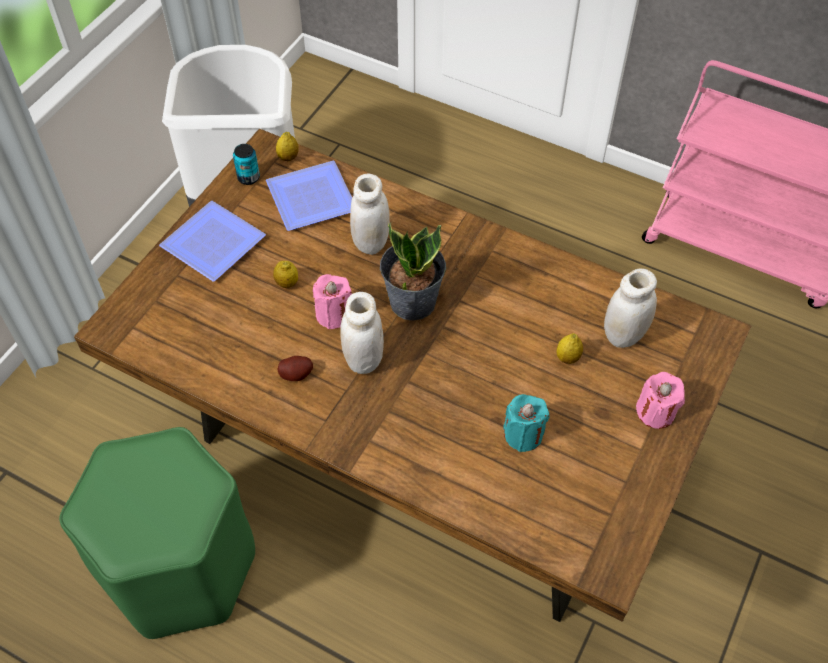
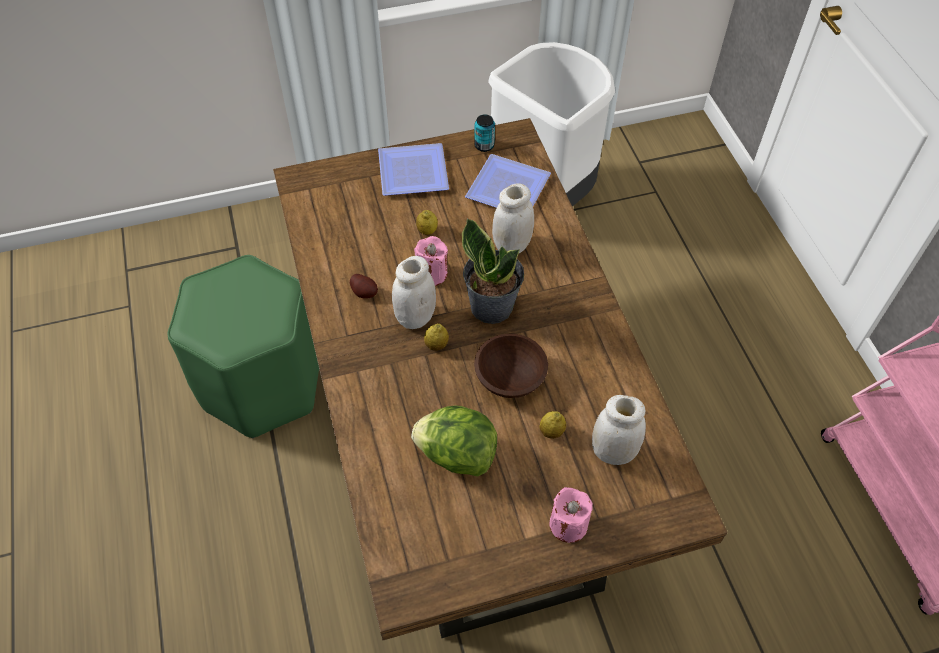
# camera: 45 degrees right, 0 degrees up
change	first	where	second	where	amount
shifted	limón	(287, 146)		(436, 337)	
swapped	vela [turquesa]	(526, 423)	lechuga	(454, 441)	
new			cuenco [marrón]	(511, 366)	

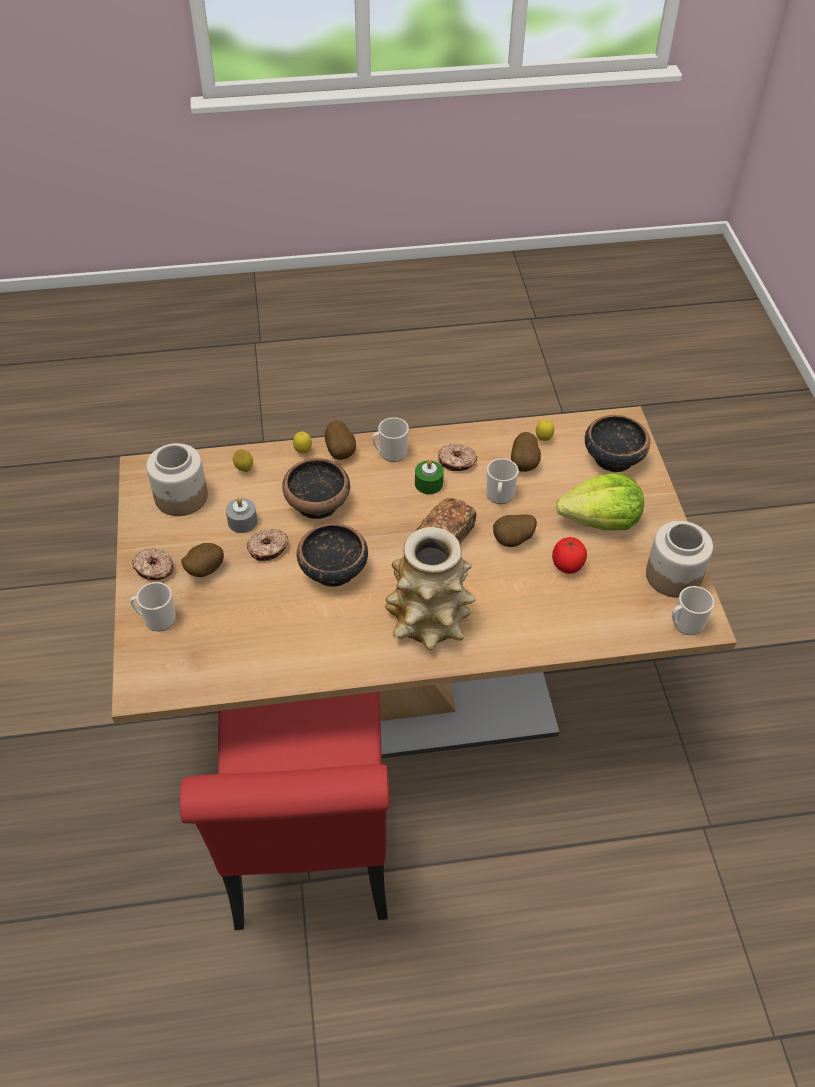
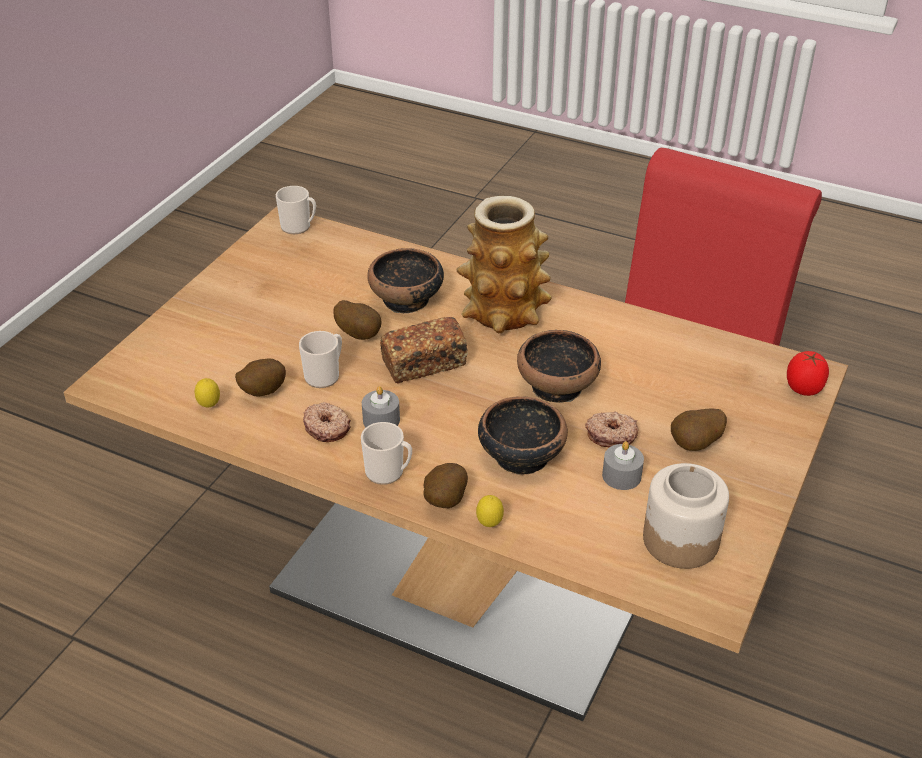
# camera: 145 degrees left, 10 degrees down
change	first	where	second	where	amount
gone	taza grande	(153, 606)			
gone	rosquilla	(153, 564)			
gone	limón	(243, 460)			
repainted	vela [verde]	(429, 476)	vela [gris]	(381, 406)	
shifted	tomate	(569, 555)		(808, 373)	
gone	lechuga	(600, 501)			
shifted	cuenco	(617, 443)		(405, 280)	
gone	tarro	(679, 559)			

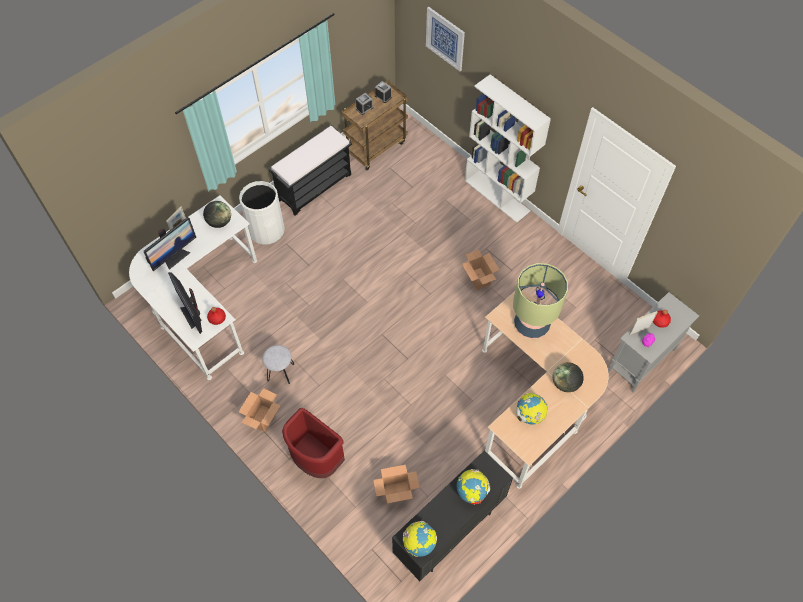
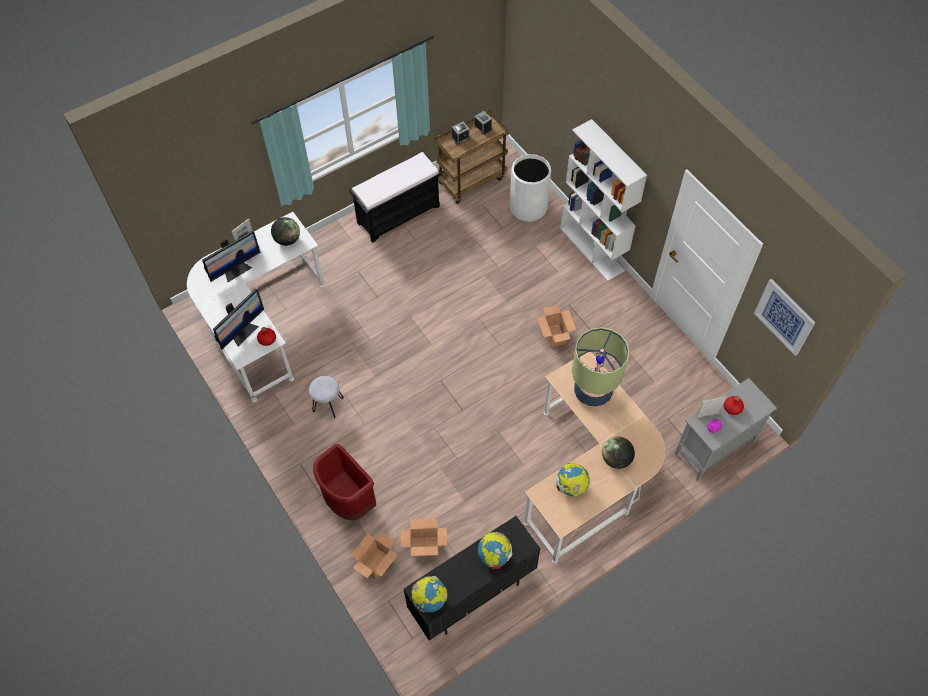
# camera: 10 degrees right, 0 degrees up
change	first	where	second	where	amount
rotated	monitor	(185, 303)		(238, 319)	120 degrees counterclockwise
shifted	papelera [blanco]	(262, 213)		(530, 188)	
shifted	caja de cartón	(260, 410)		(374, 555)	
shifted	cuadro	(445, 39)		(785, 317)	

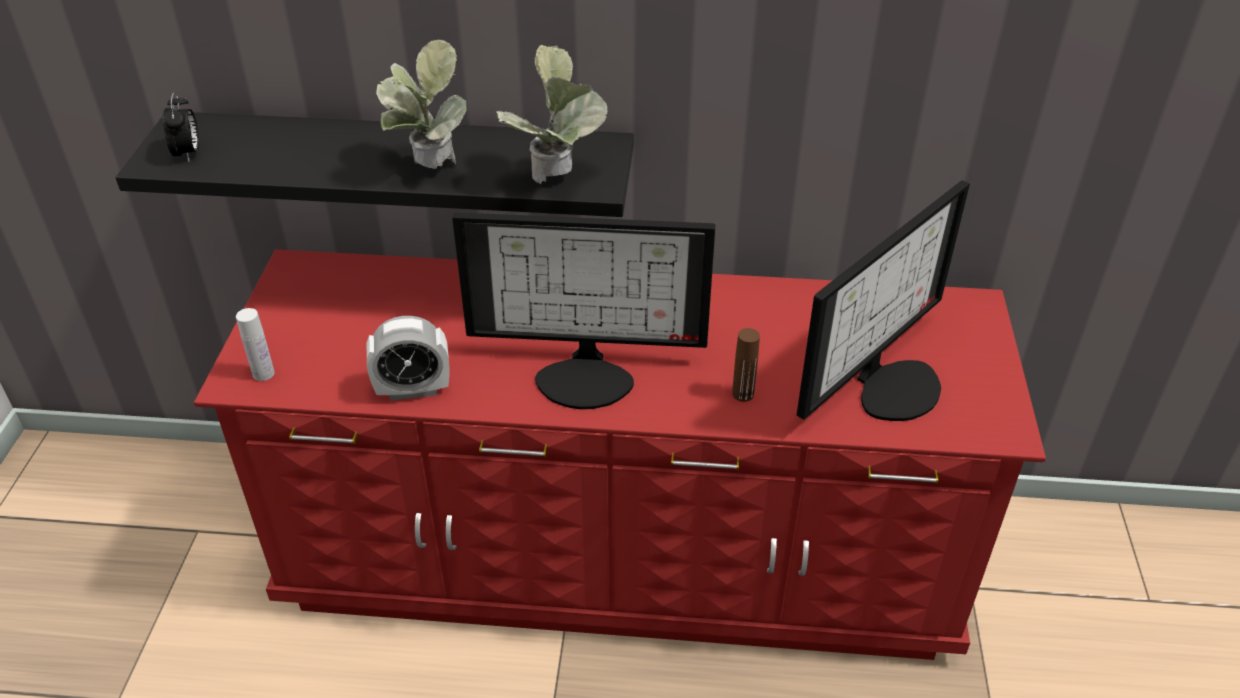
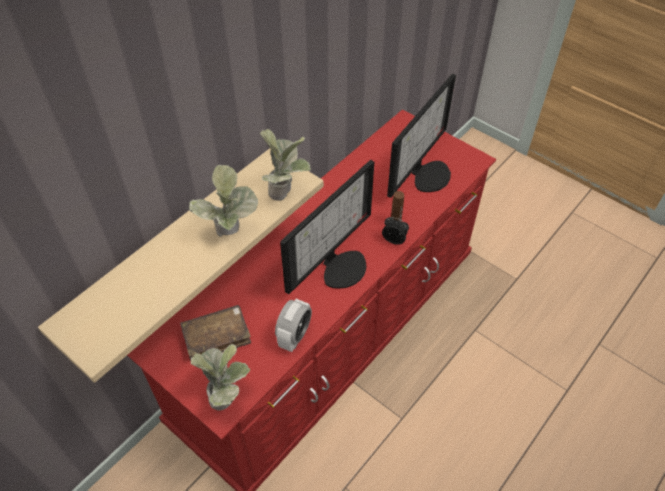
# camera: 55 degrees left, 10 degrees up
change	first	where	second	where	amount
repainted	estante [negro]	(374, 164)	estante [beis]	(181, 265)	
shifted	despertador	(181, 127)		(395, 231)	
swapped	botella [blanco]	(255, 344)	planta en maceta	(220, 377)	
rotated	monitor	(883, 300)		(421, 136)	45 degrees clockwise
new			libro [marrón]	(215, 332)	

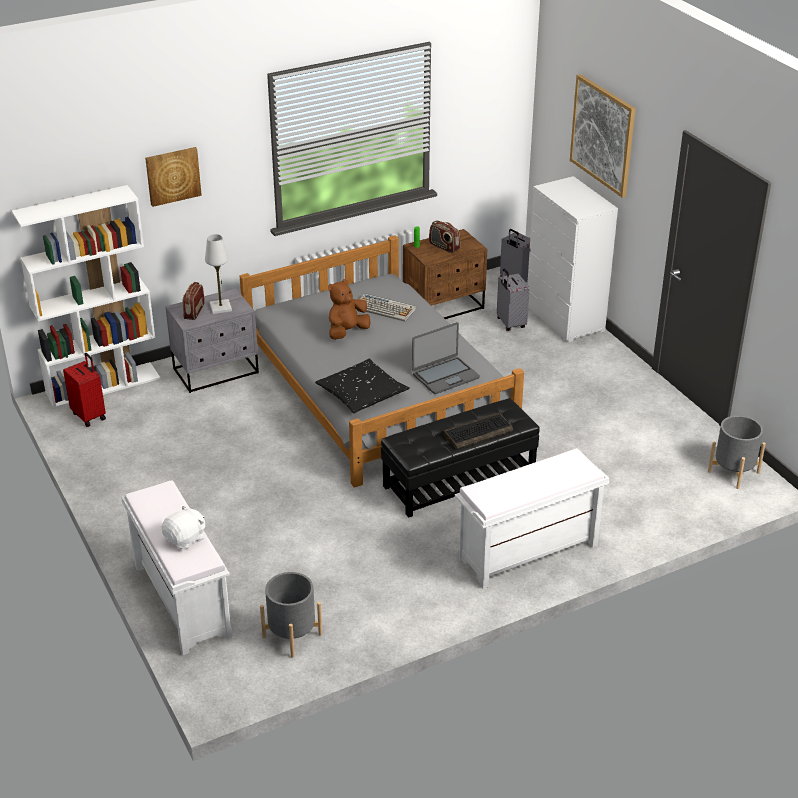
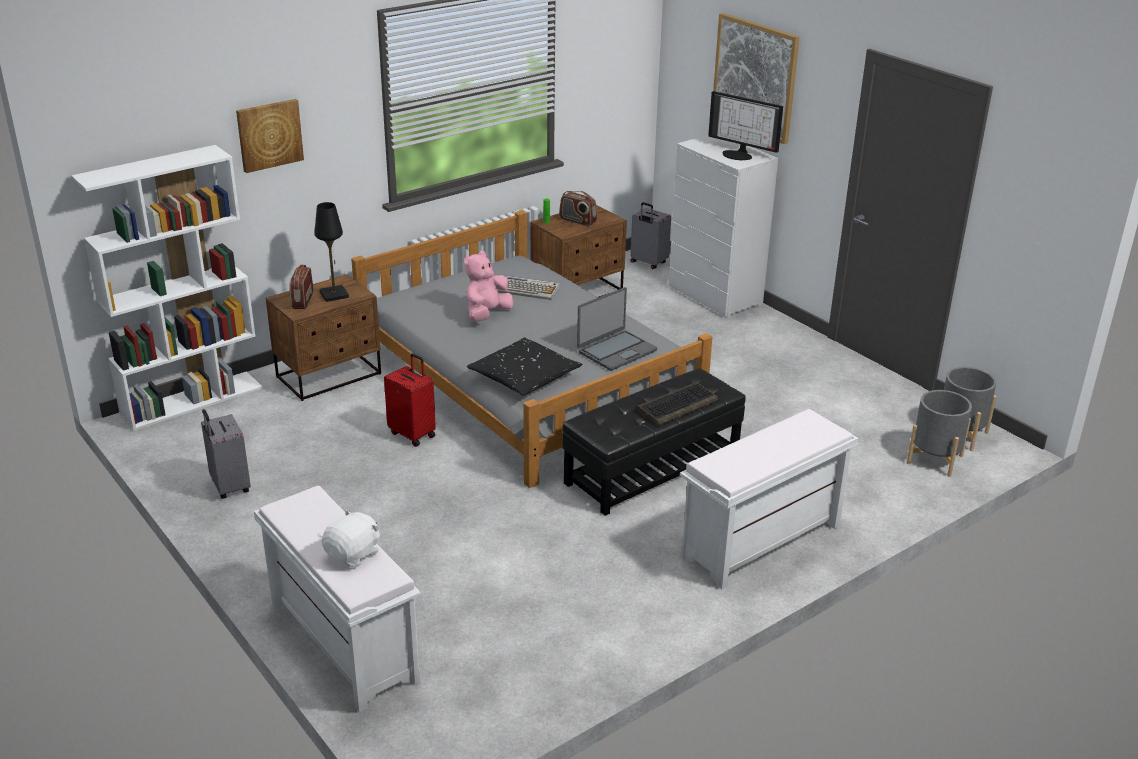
# camera: 10 degrees left, 5 degrees down
change	first	where	second	where	amount
shifted	maleta [rojo]	(84, 390)		(410, 400)	
repainted	mesita de noche [gris]	(212, 340)	mesita de noche [marrón]	(323, 337)	
repainted	lámpara de mesa [blanco]	(218, 274)	lámpara de mesa [negro]	(331, 252)	
shifted	maceta [gris]	(291, 615)		(939, 433)	
repainted	peluche [marrón]	(349, 309)	peluche [rosa]	(489, 286)	
shifted	maleta [gris]	(513, 299)		(226, 454)	
new			monitor	(745, 125)	

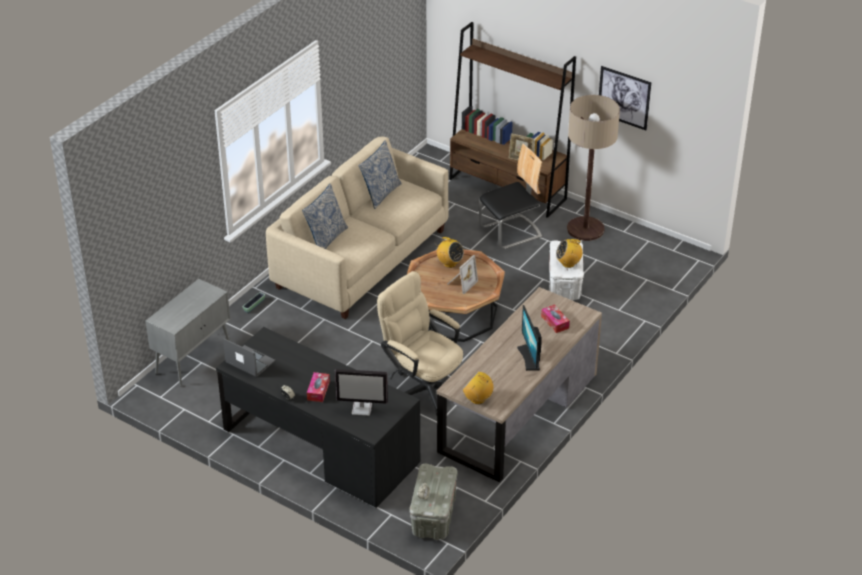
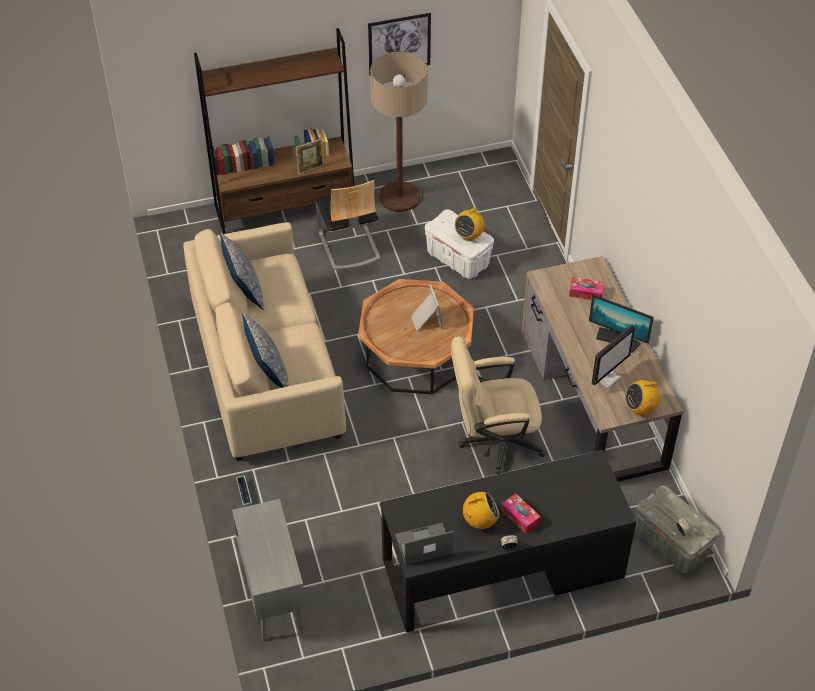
# camera: 50 degrees left, 10 degrees up
change	first	where	second	where	amount
shifted	monitor	(361, 392)		(613, 356)	
shifted	radio	(449, 252)		(481, 510)	
rotated	silla	(510, 196)		(348, 225)	150 degrees clockwise

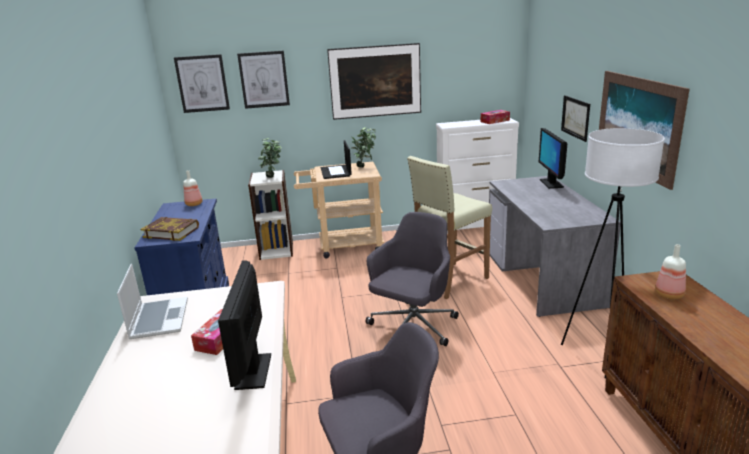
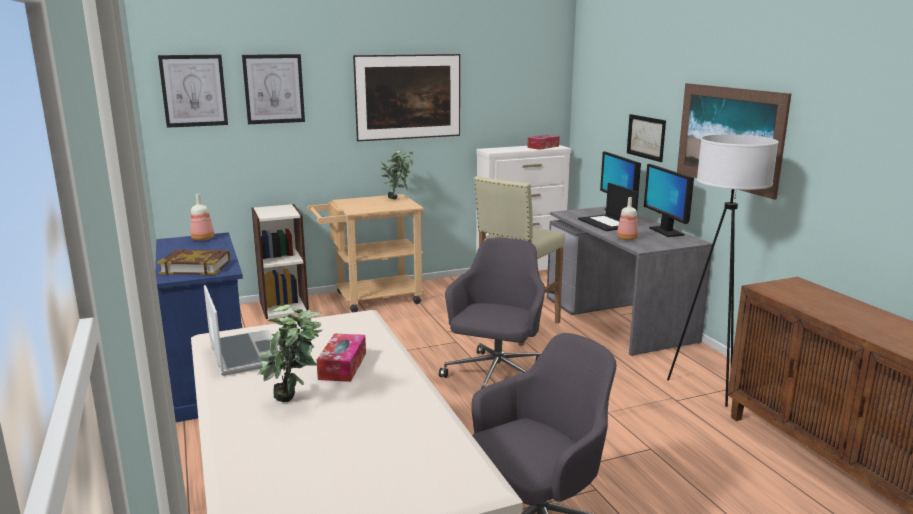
# camera: 15 degrees left, 5 degrees down
change	first	where	second	where	amount
shifted	monitor	(244, 325)		(669, 200)	
shifted	planta en maceta	(270, 158)		(290, 353)	
shifted	portátil	(336, 159)		(608, 207)	
shifted	botella	(670, 271)		(627, 218)	

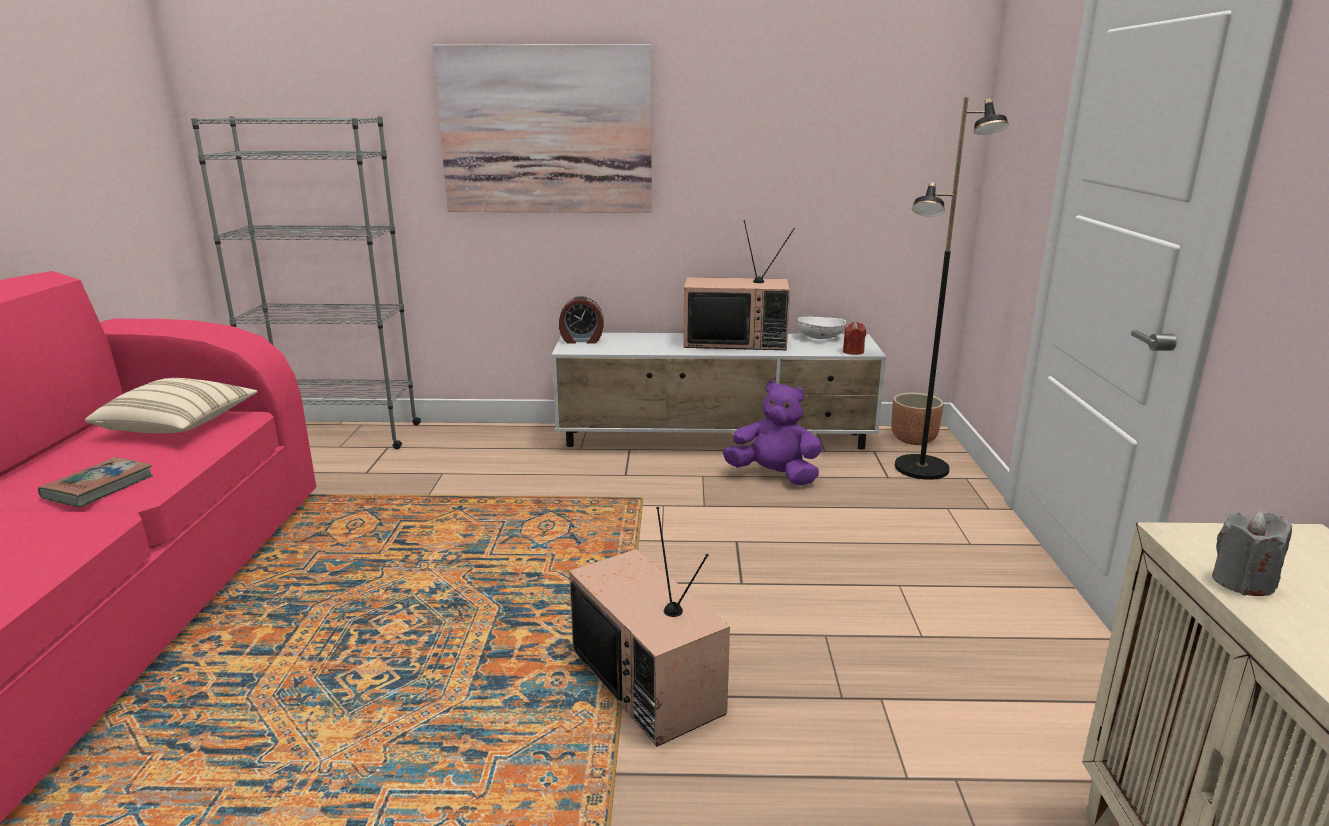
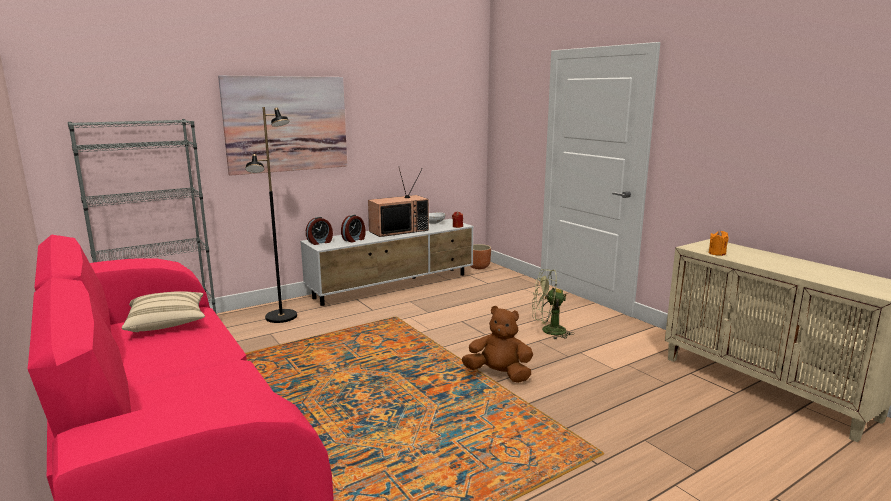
# camera: 35 degrees left, 5 degrees down
change	first	where	second	where	amount
gone	libro	(96, 482)			
swapped	televisor	(649, 627)	peluche [marrón]	(497, 344)	
gone	peluche [morado]	(772, 433)			
shifted	lámpara de pie [negro]	(952, 288)		(271, 215)	
repainted	vela [gris]	(1252, 553)	vela [naranja]	(719, 243)	
new			despertador	(353, 228)	
new			ventilador [verde]	(553, 304)	

